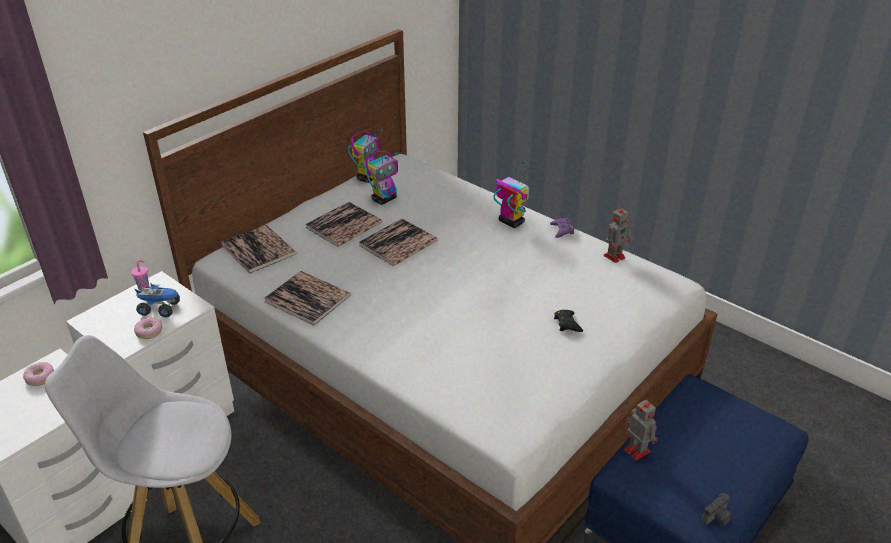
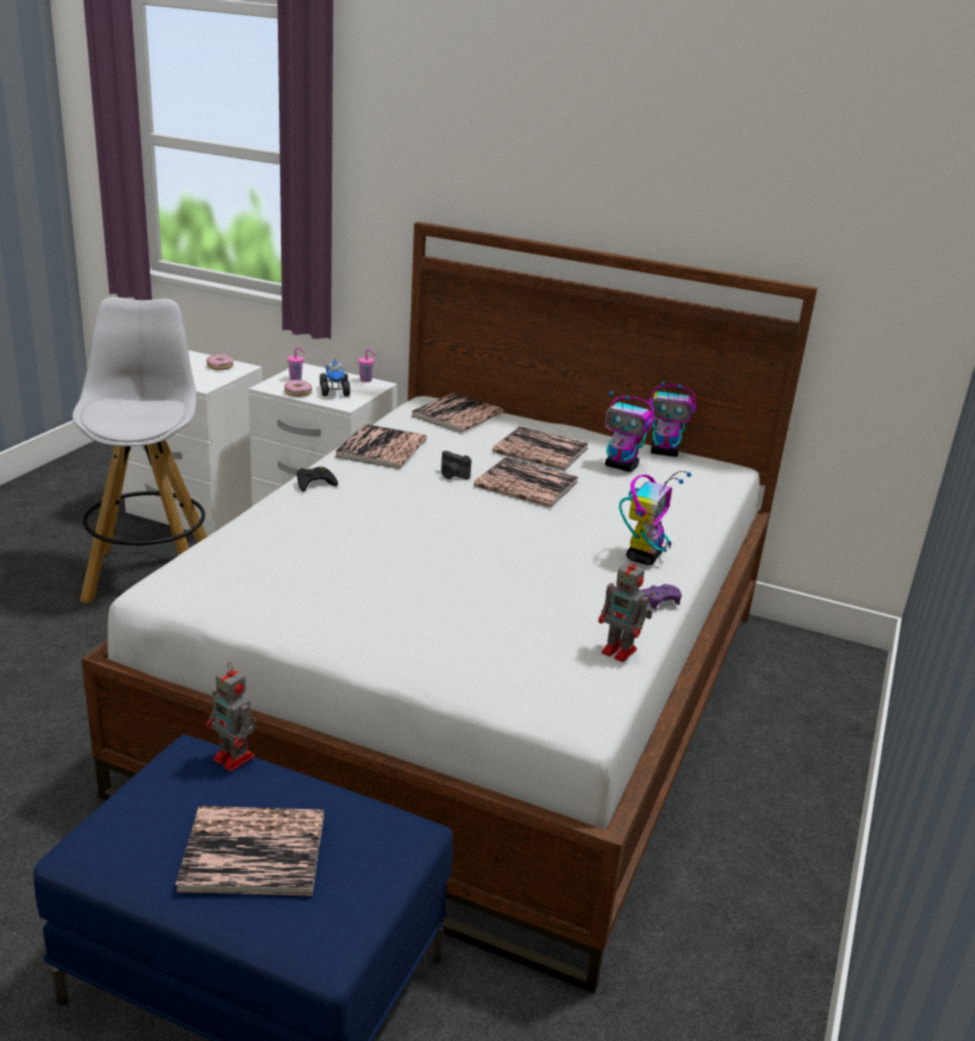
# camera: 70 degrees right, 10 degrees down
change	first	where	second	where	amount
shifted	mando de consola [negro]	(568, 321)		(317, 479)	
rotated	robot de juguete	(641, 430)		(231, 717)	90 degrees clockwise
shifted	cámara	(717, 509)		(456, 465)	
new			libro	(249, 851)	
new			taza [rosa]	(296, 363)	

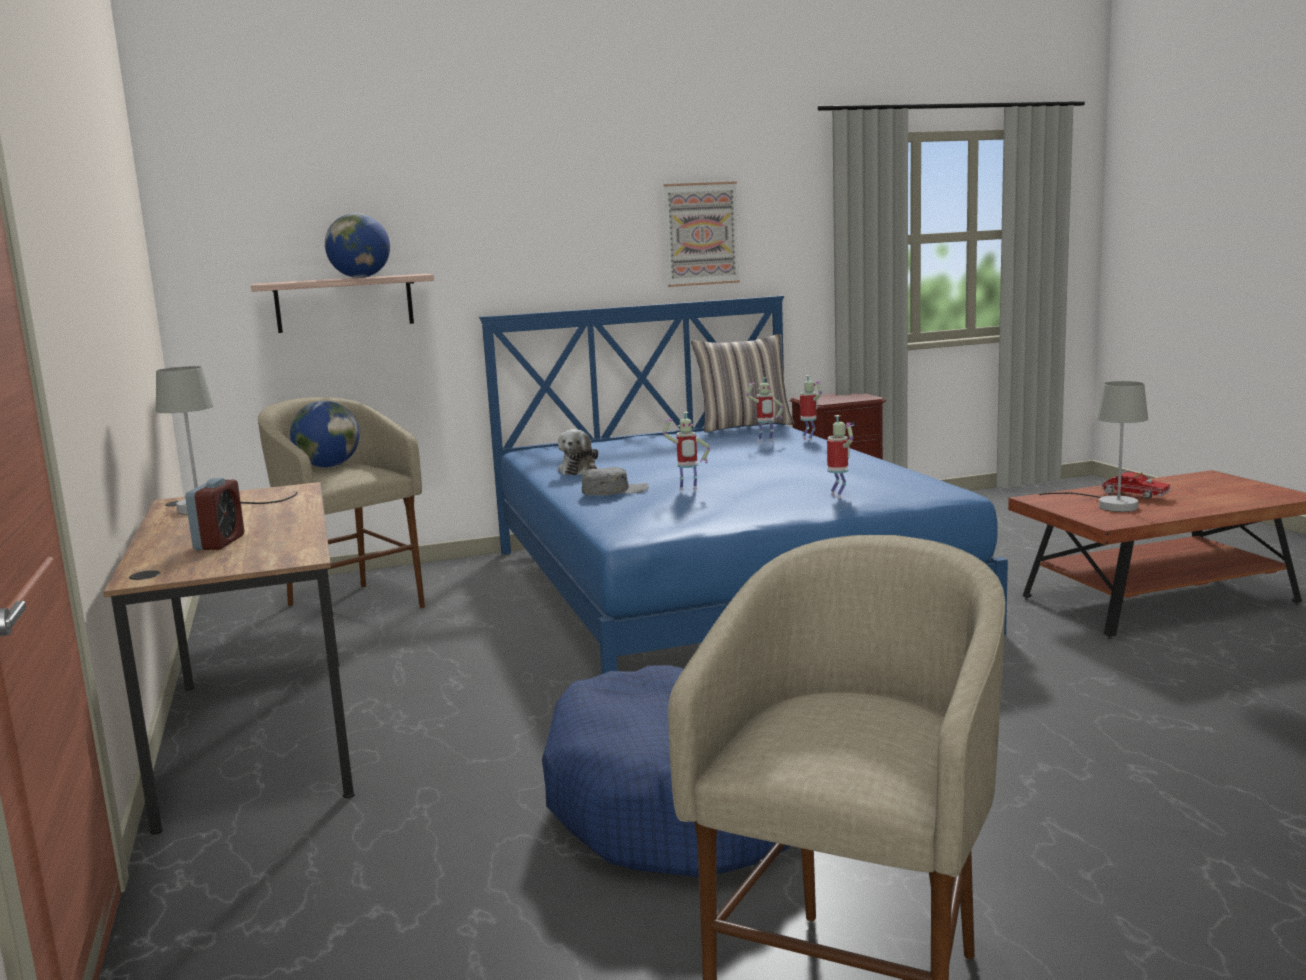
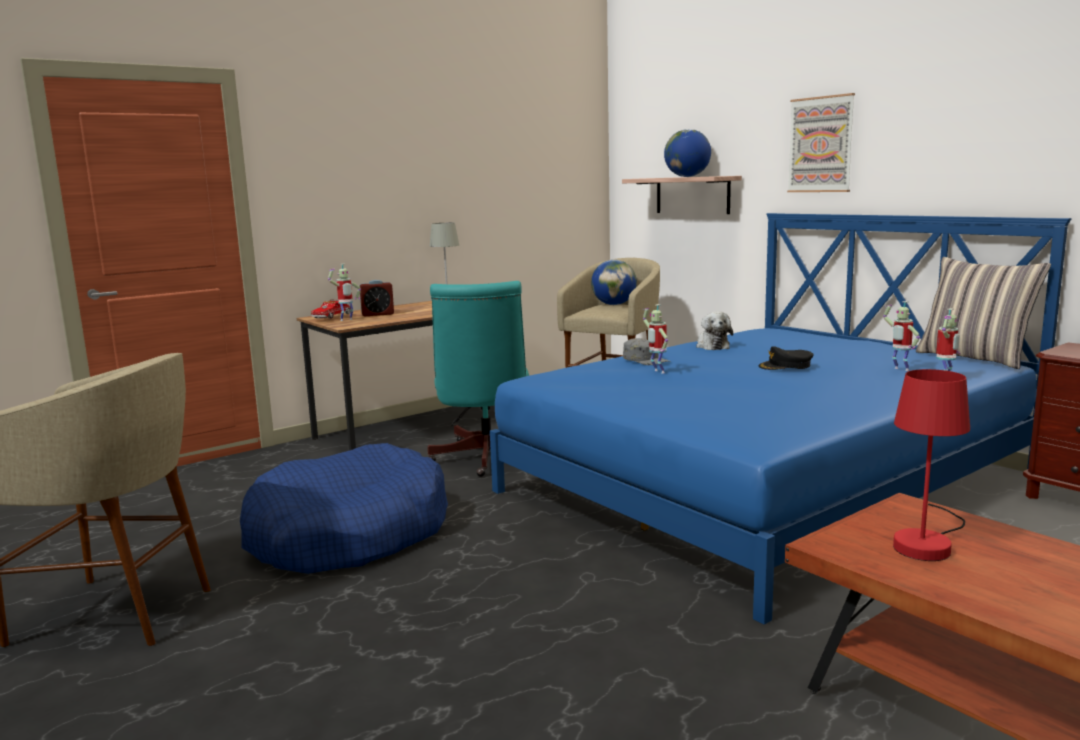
# camera: 70 degrees right, 0 degrees up
change	first	where	second	where	amount
rotated	peluche	(578, 452)		(714, 330)	90 degrees counterclockwise
shifted	cuadro	(701, 234)		(821, 142)	
shifted	robot de juguete	(840, 456)		(344, 292)	
repainted	lámpara de mesa [gris]	(1093, 446)	lámpara de mesa [rojo]	(931, 465)	
shifted	camión de juguete	(1134, 484)		(331, 309)	
new			silla de oficina [turquesa]	(484, 379)	
new			gorra [negro]	(786, 358)	

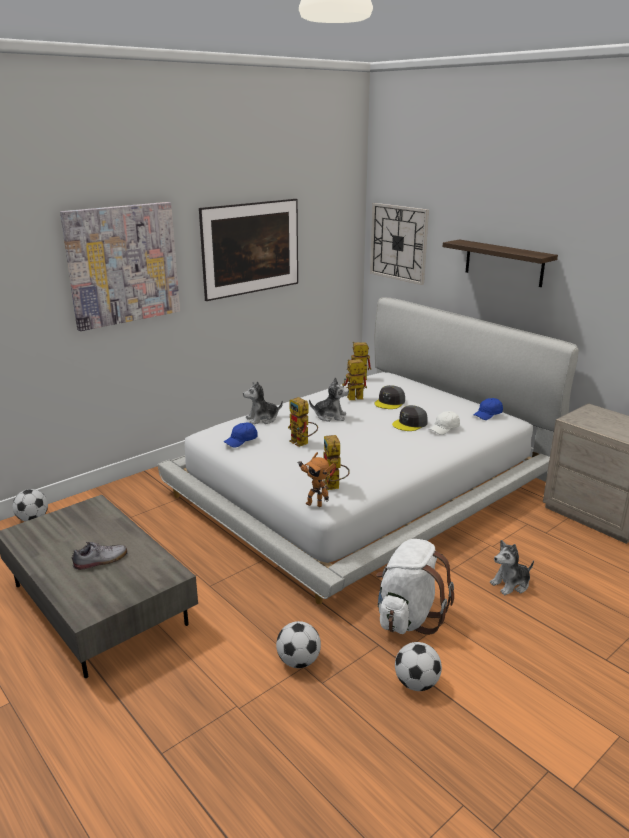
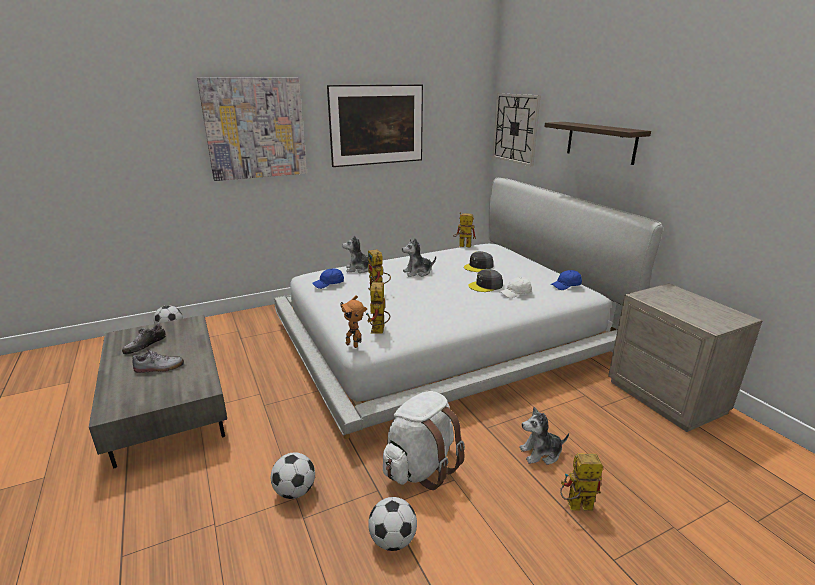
# camera: 15 degrees right, 0 degrees up
change	first	where	second	where	amount
rotated	peluche	(329, 399)		(419, 257)	135 degrees clockwise
shifted	robot de juguete	(354, 379)		(581, 482)	
new			zapato	(144, 339)	

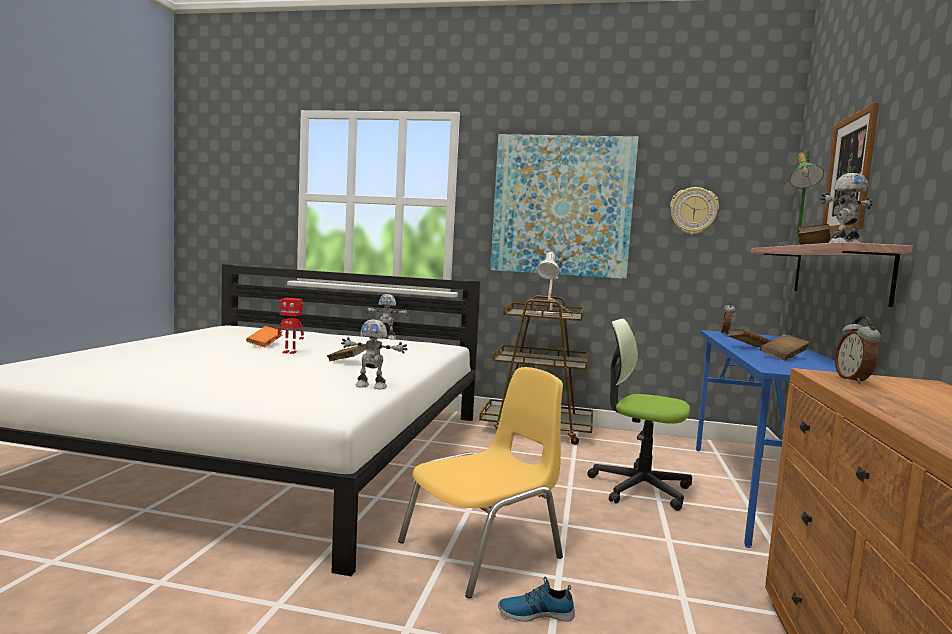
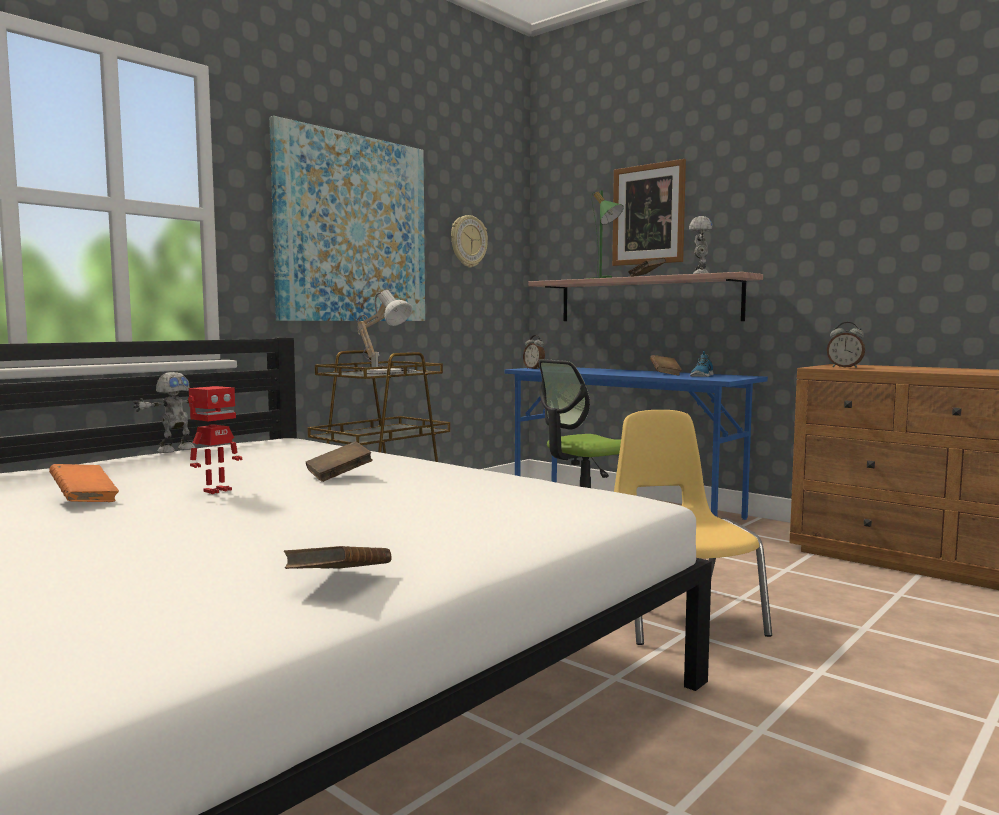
# camera: 60 degrees left, 0 degrees up
change	first	where	second	where	amount
gone	robot de juguete	(374, 354)			
shifted	zapato	(536, 599)		(702, 364)	
shifted	libro [marrón]	(749, 338)		(337, 557)	

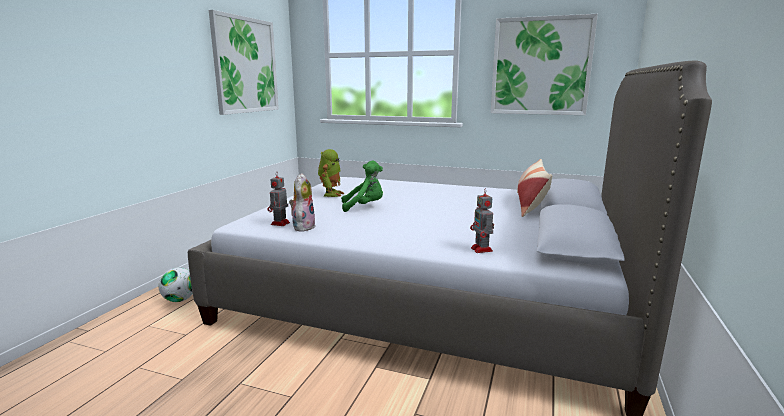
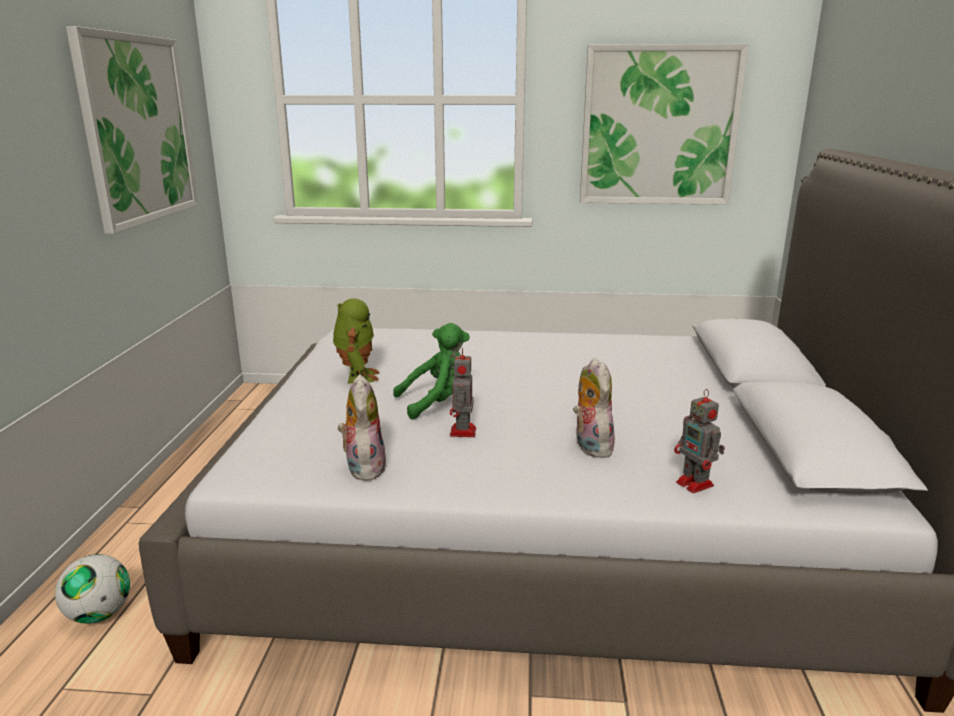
# camera: 15 degrees left, 5 degrees up
change	first	where	second	where	amount
shifted	robot de juguete	(278, 198)		(463, 392)	
gone	cojín	(535, 188)			
new			peluche	(594, 408)	

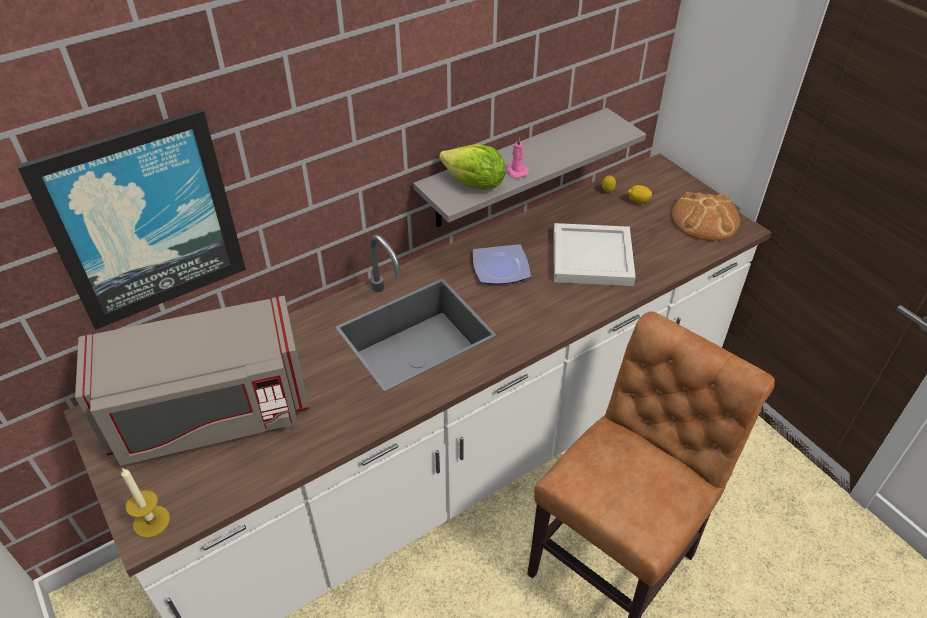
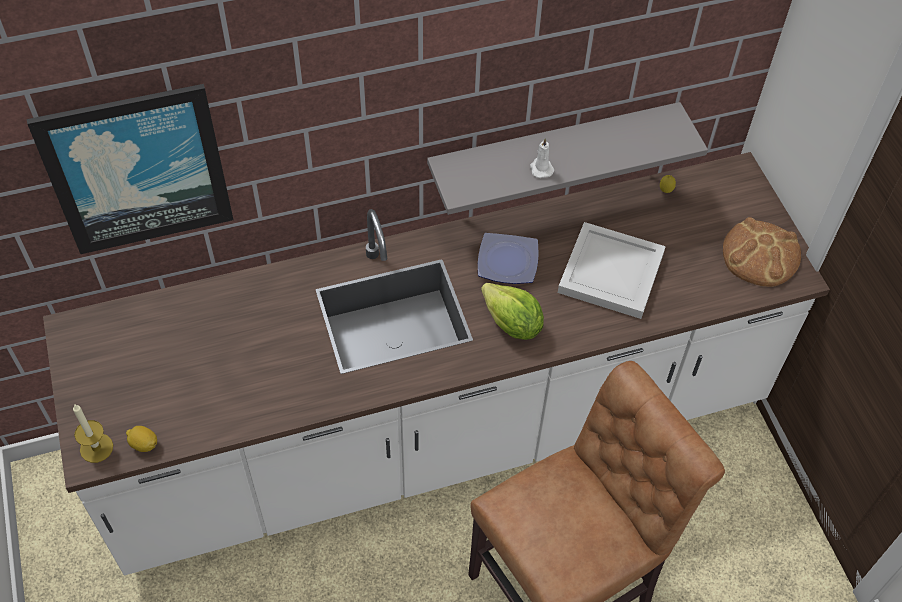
# camera: 15 degrees right, 10 degrees up
change	first	where	second	where	amount
gone	microondas [gris]	(192, 381)			
shifted	lechuga	(472, 167)		(512, 311)	
repainted	vela [rosa]	(517, 157)	vela [blanco]	(542, 158)	
shifted	limón	(640, 194)		(141, 439)	

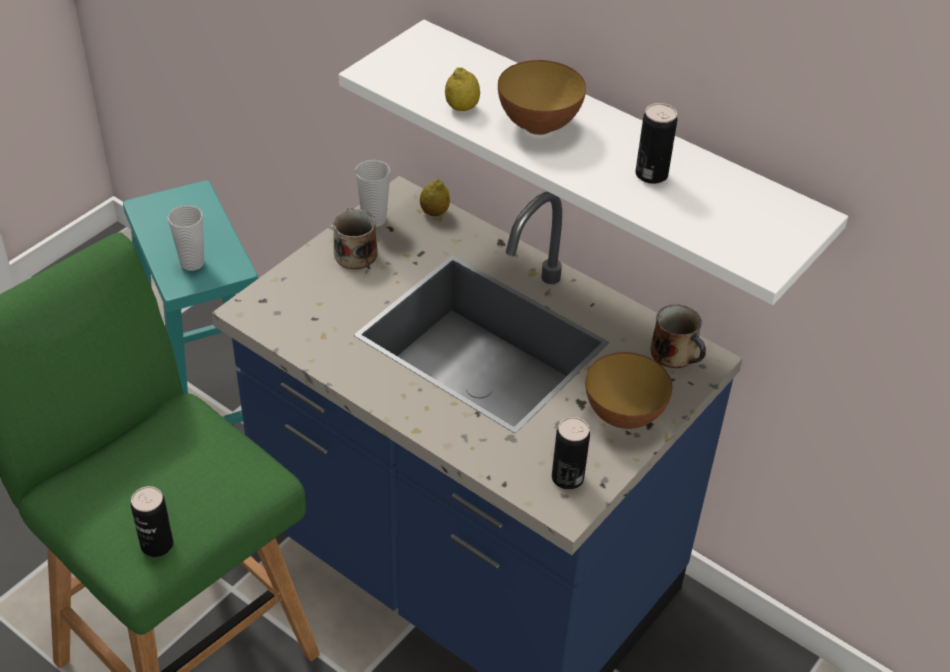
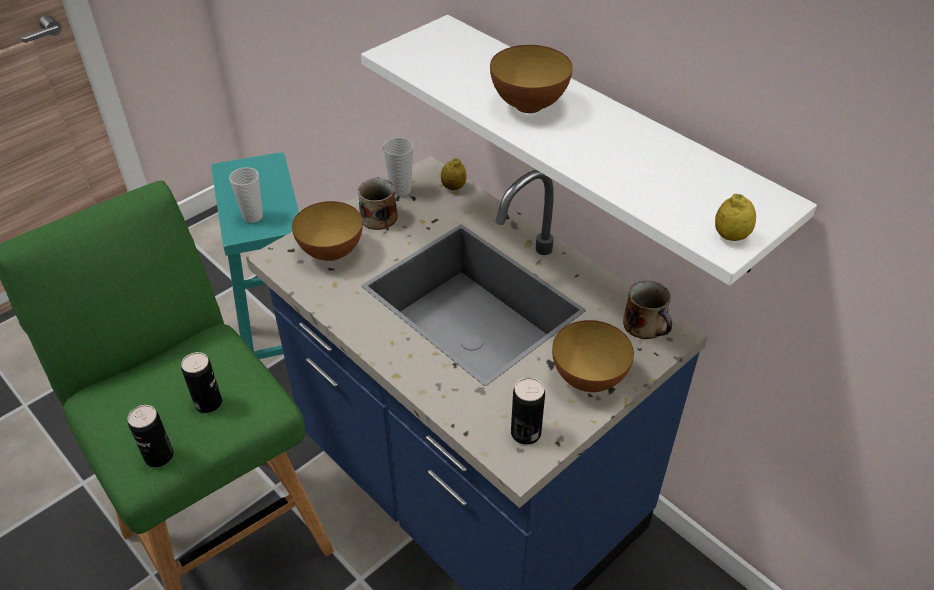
# camera: 10 degrees right, 0 degrees up
change	first	where	second	where	amount
shifted	limón	(462, 89)		(735, 217)	
shifted	lata	(656, 143)		(201, 382)	
new			cuenco	(327, 231)	

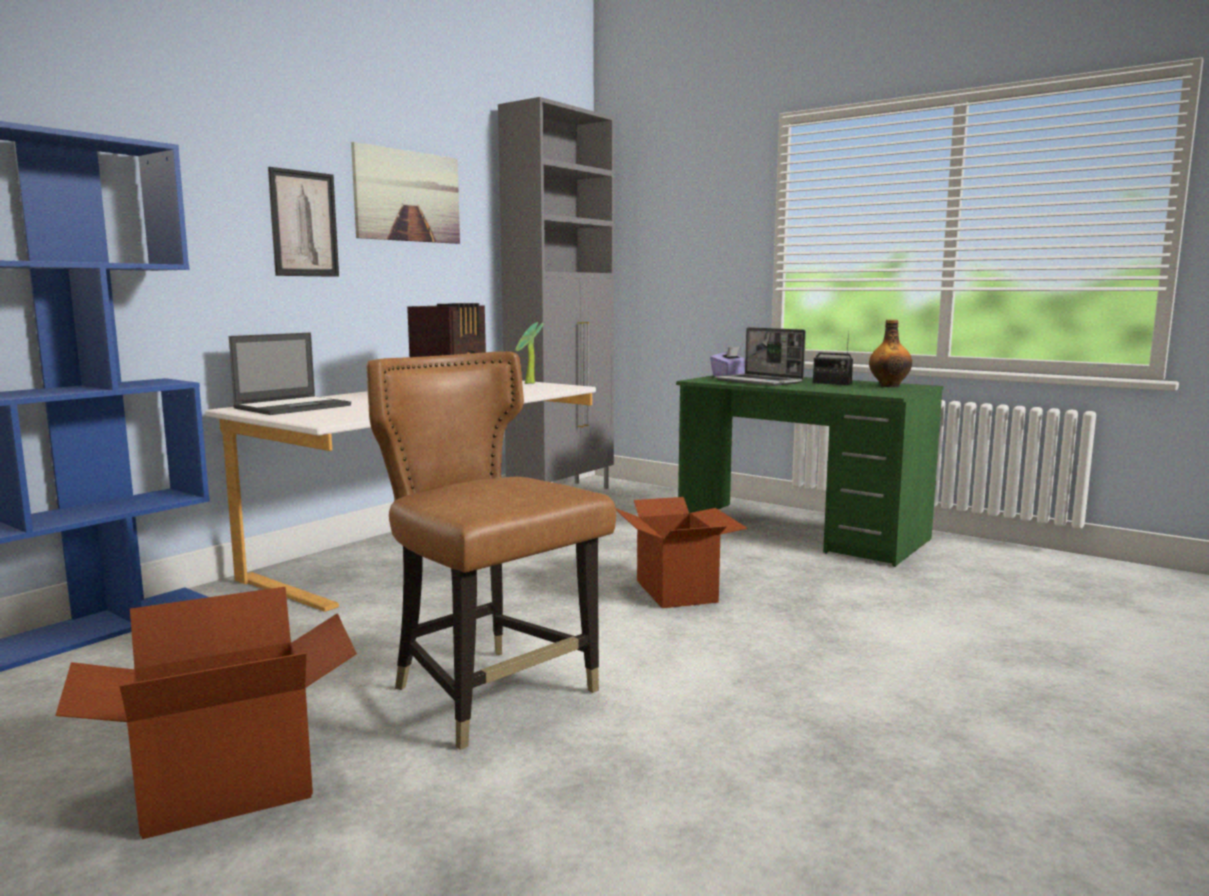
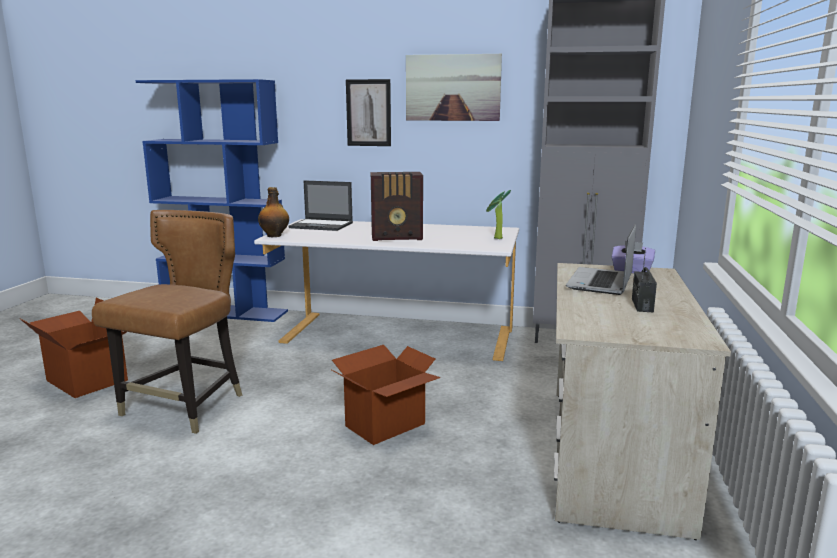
# camera: 65 degrees right, 5 degrees up
change	first	where	second	where	amount
repainted	escritorio [verde]	(809, 471)	escritorio [beis]	(642, 401)	
shifted	botella	(890, 353)		(273, 212)	

